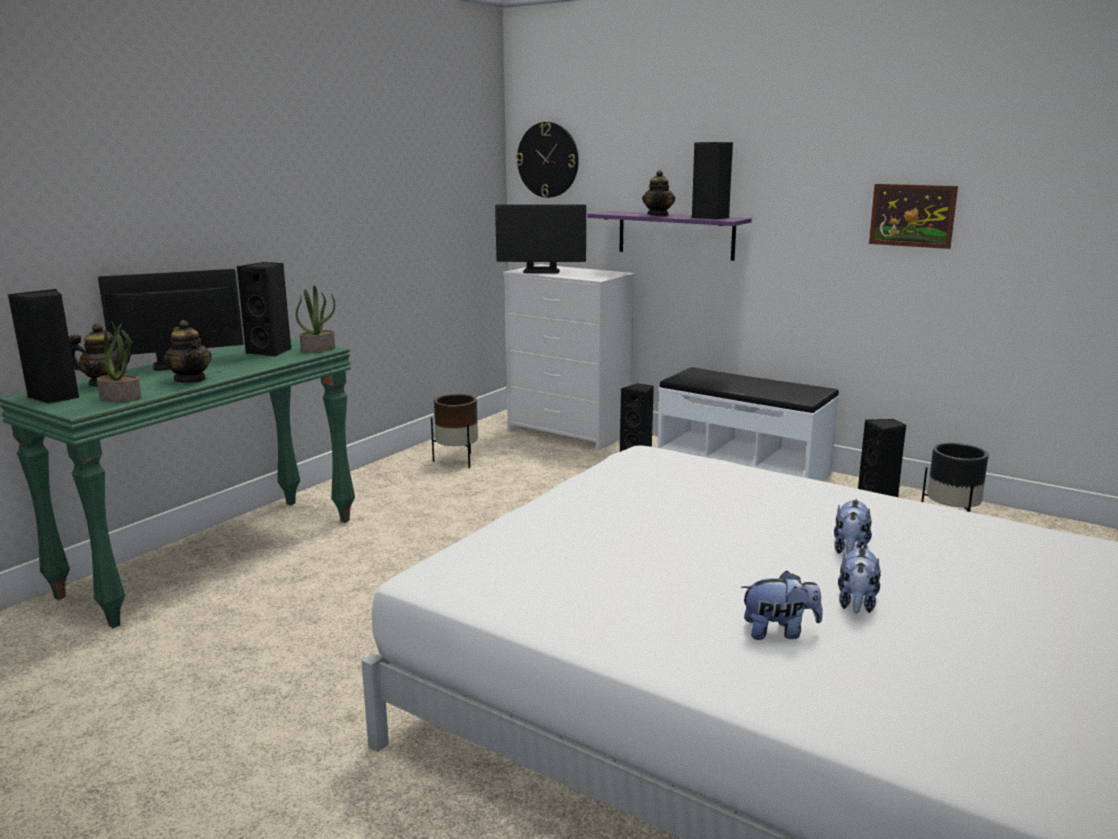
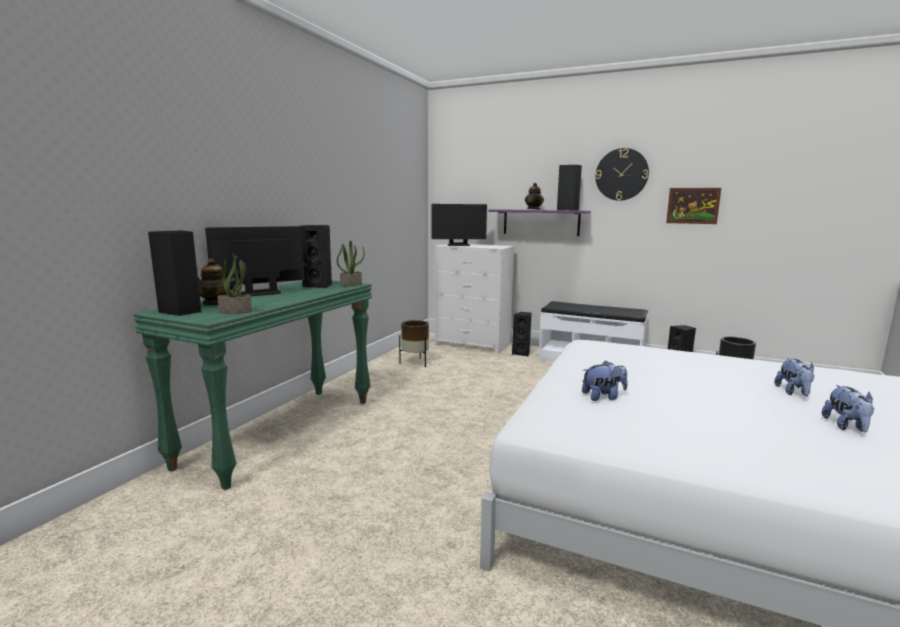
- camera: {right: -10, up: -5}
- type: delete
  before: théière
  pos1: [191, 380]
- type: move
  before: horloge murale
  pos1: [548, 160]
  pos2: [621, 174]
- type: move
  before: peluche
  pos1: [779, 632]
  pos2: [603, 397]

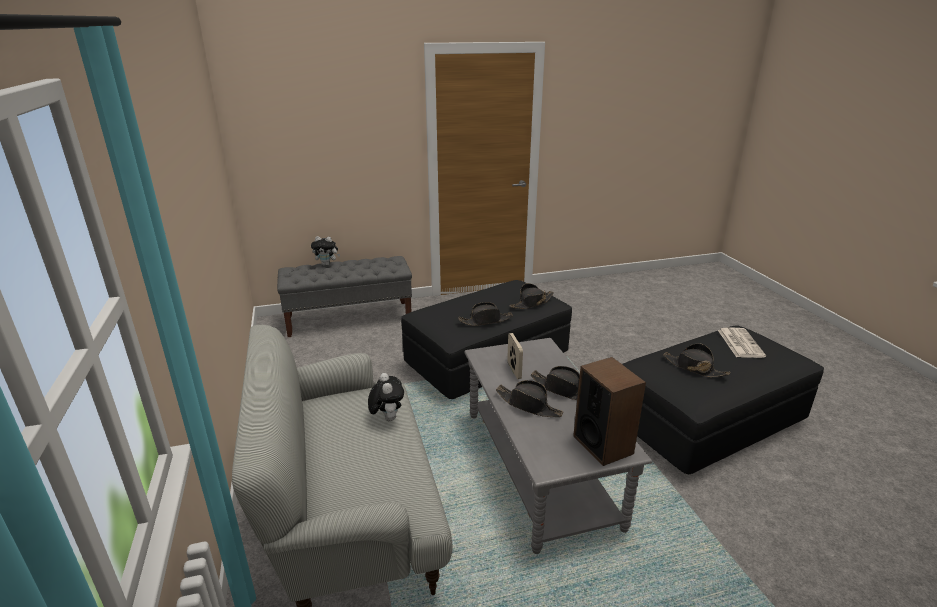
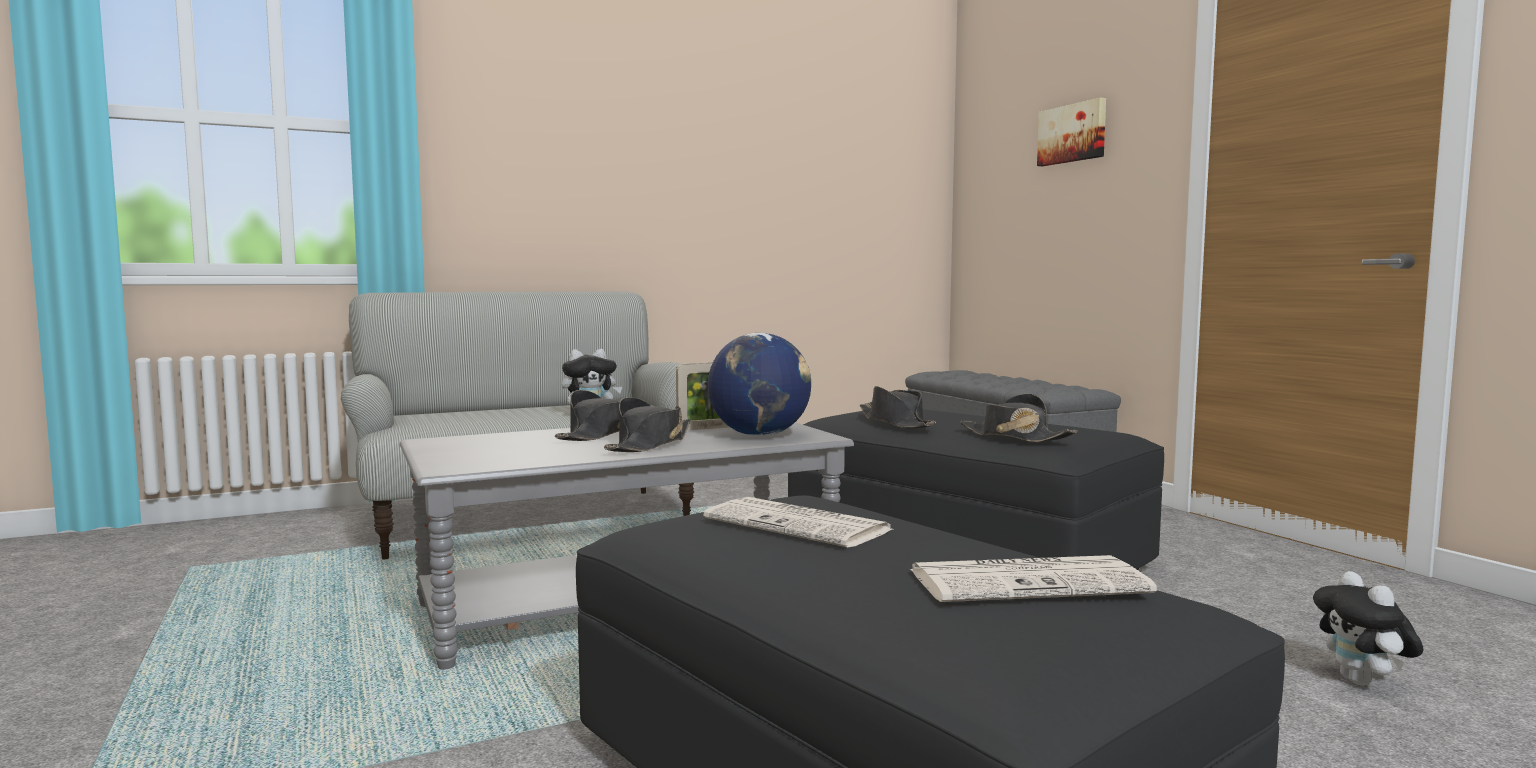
- camera: {right: 80, up: -20}
- type: move
  before: peluche
  pos1: [327, 264]
  pos2: [1363, 682]
- type: delete
  before: enceinte
  pos1: [603, 444]
- type: replace
  before: chapeau (noir)
  after: journal
  pos1: [694, 368]
  pos2: [800, 525]
- type: insert
  after: globe
  pos2: [760, 435]
- type: insert
  after: tableau
  pos2: [1073, 133]

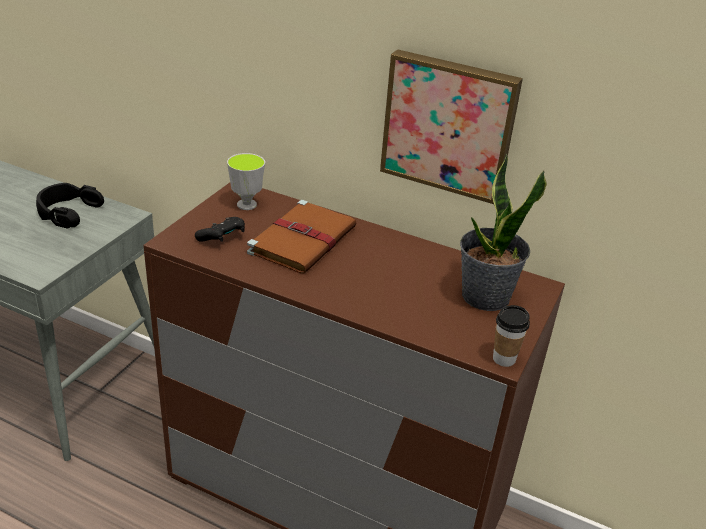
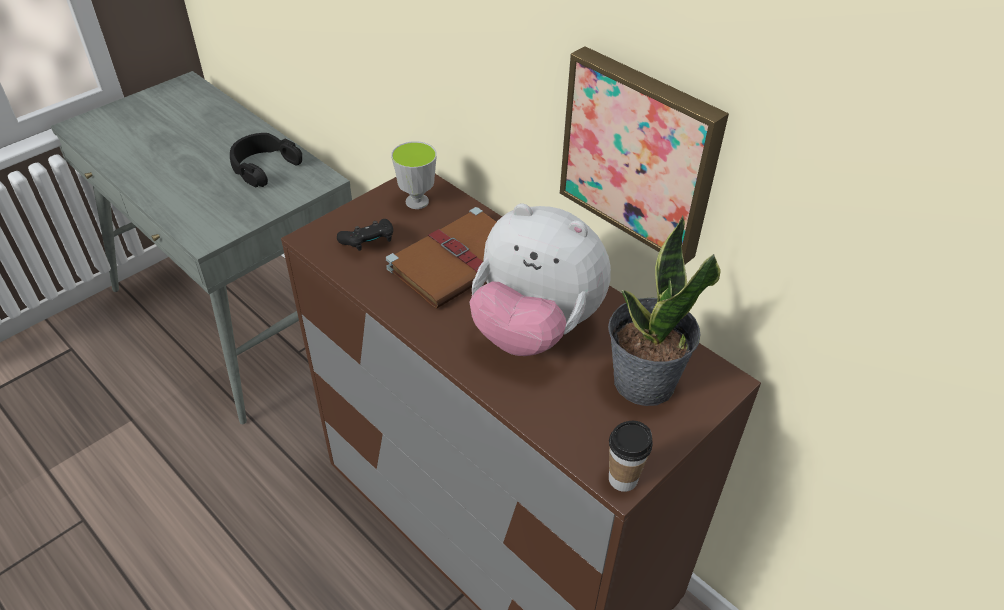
- camera: {right: 20, up: 10}
- type: insert
  after: peluche
  pos2: [534, 329]

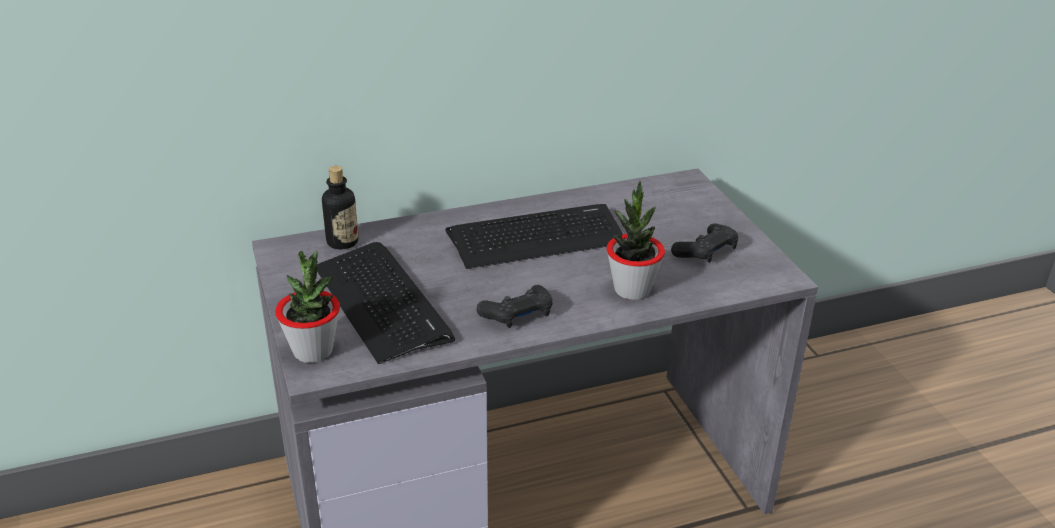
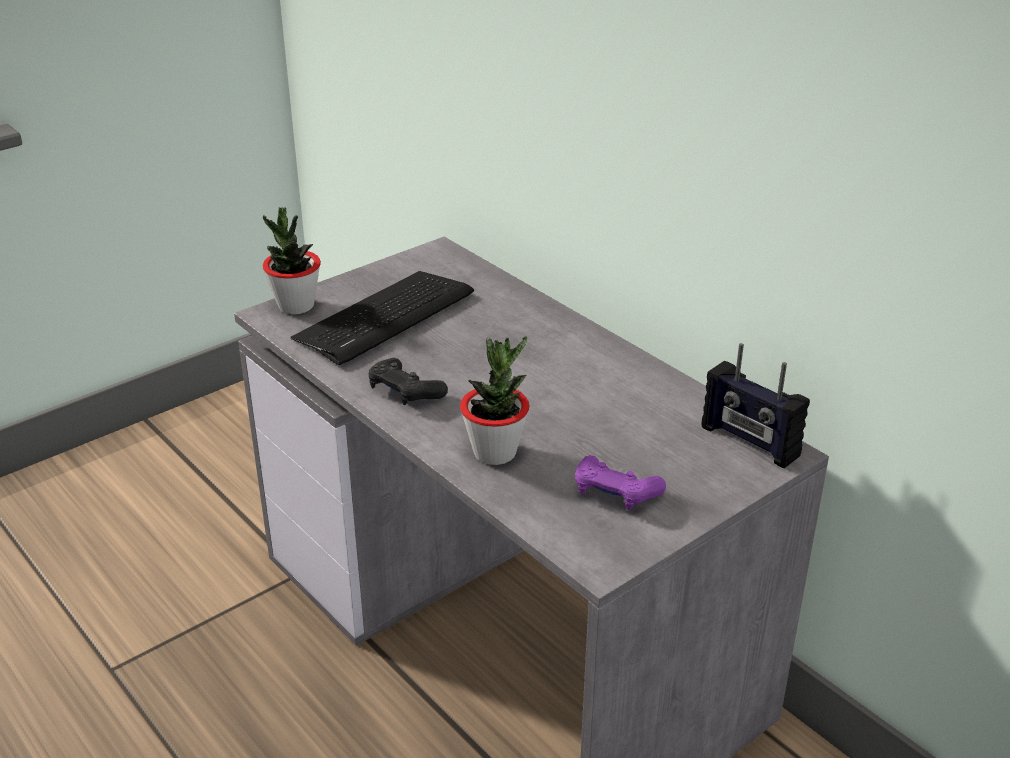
- camera: {right: 70, up: 0}
- type: delete
  before: bouteille
  pos1: [342, 242]
- type: delete
  before: clavier
  pos1: [537, 237]
- type: recolor
  before: manette (noir)
  after: manette (violet)
  pos1: [706, 252]
  pos2: [615, 493]
- type: insert
  after: radio
  pos2: [749, 442]

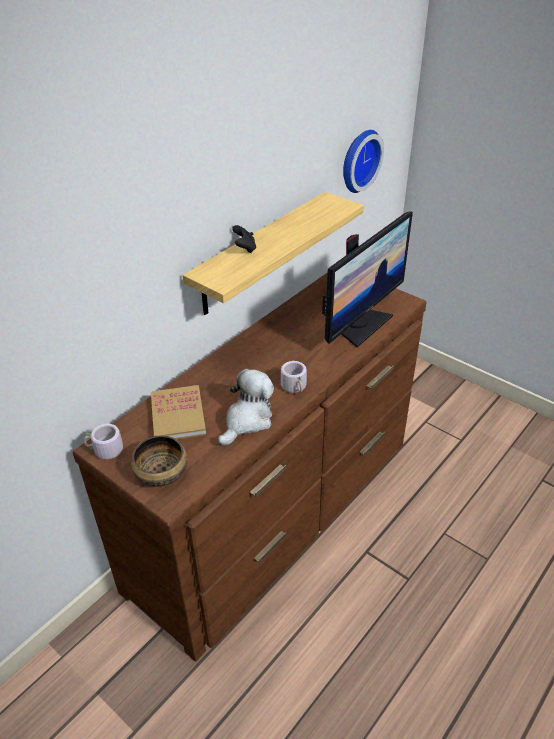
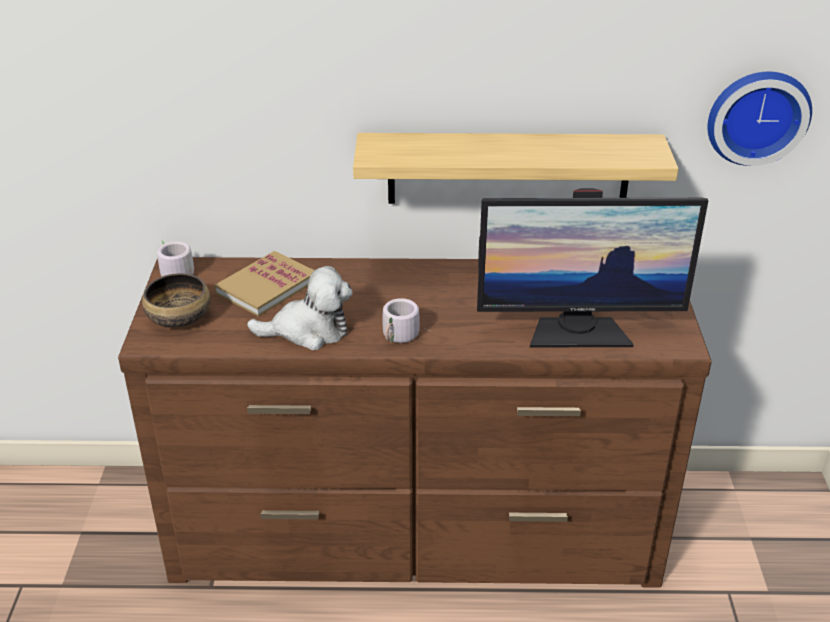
- camera: {right: 50, up: -5}
- type: delete
  before: manette (noir)
  pos1: [245, 248]

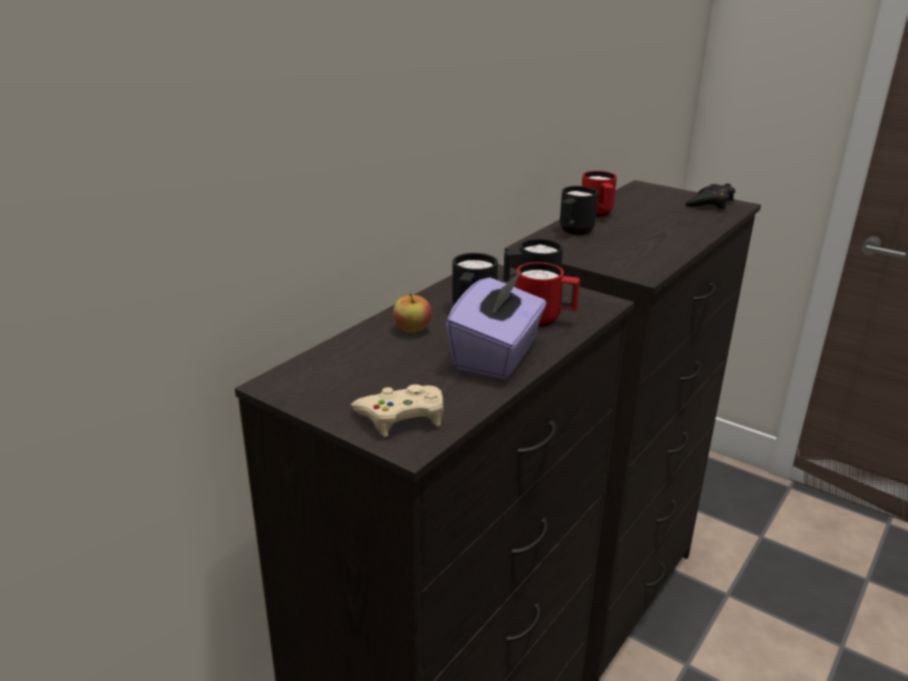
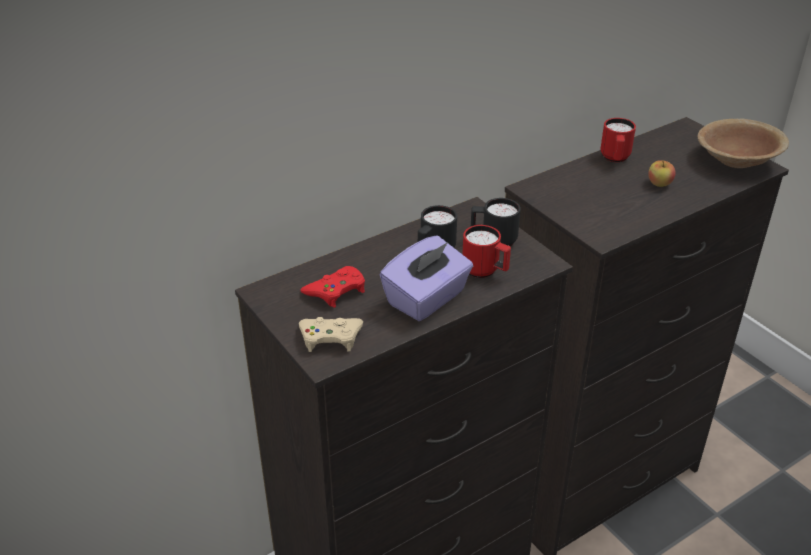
- camera: {right: 20, up: 10}
- type: move
  before: pomme
  pos1: [412, 329]
  pos2: [659, 184]
- type: delete
  before: mug (noir)
  pos1: [573, 232]
- type: replace
  before: manette (noir)
  after: bol (marron)
  pos1: [710, 203]
  pos2: [737, 160]
- type: insert
  after: manette (rouge)
  pos2: [336, 291]

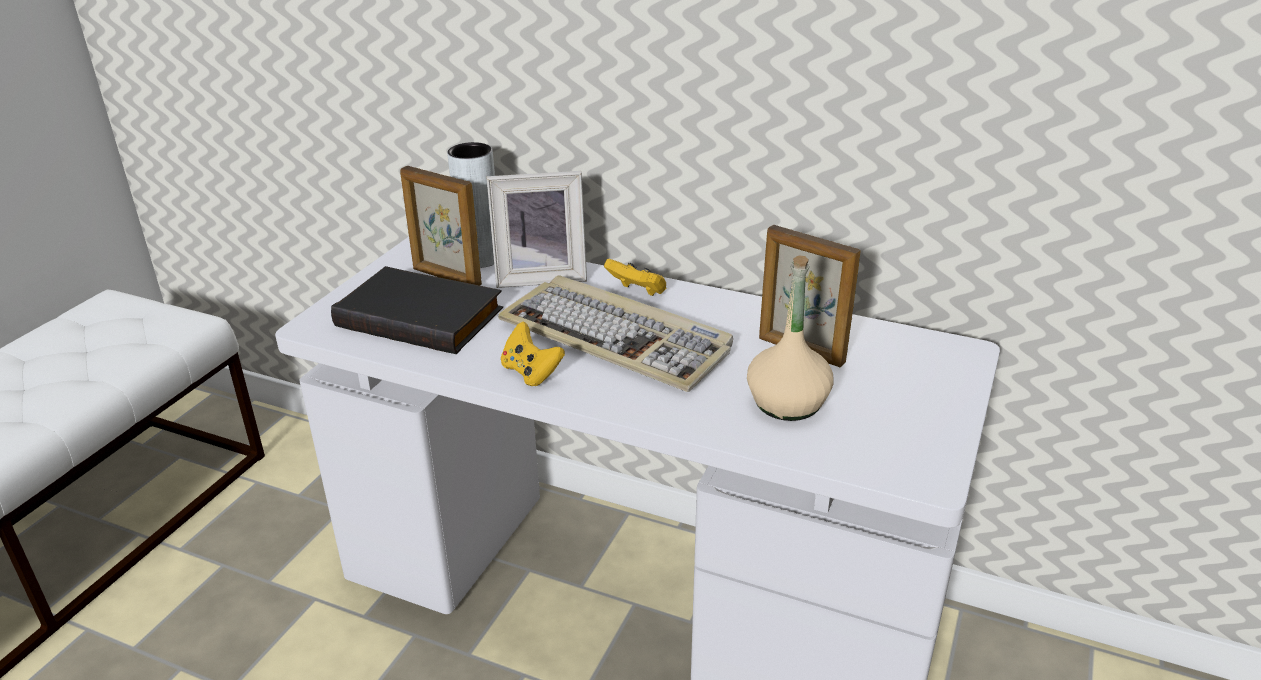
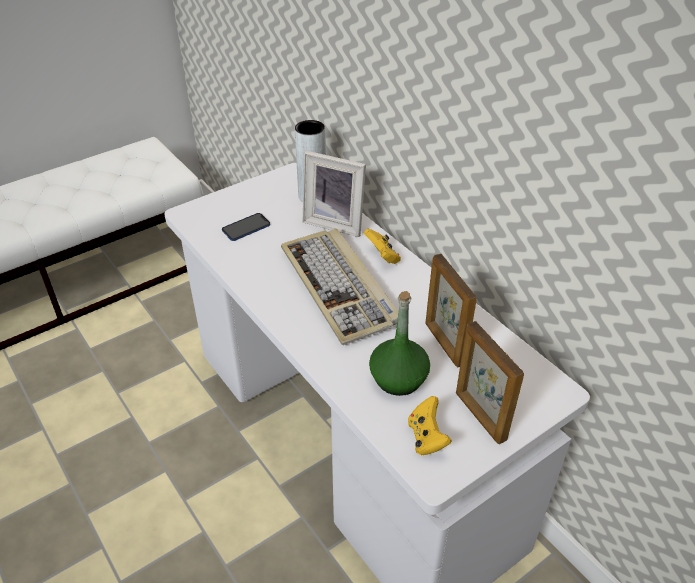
- camera: {right: 30, up: 10}
- type: replace
  before: livre (noir)
  after: téléphone
  pos1: [422, 316]
  pos2: [246, 228]
- type: move
  before: cadre photo
  pos1: [446, 277]
  pos2: [479, 416]
- type: move
  before: manette (jaune)
  pos1: [531, 372]
  pos2: [426, 437]
- type: recolor
  before: bouteille (beige)
  after: bouteille (vert)
  pos1: [787, 403]
  pos2: [398, 379]

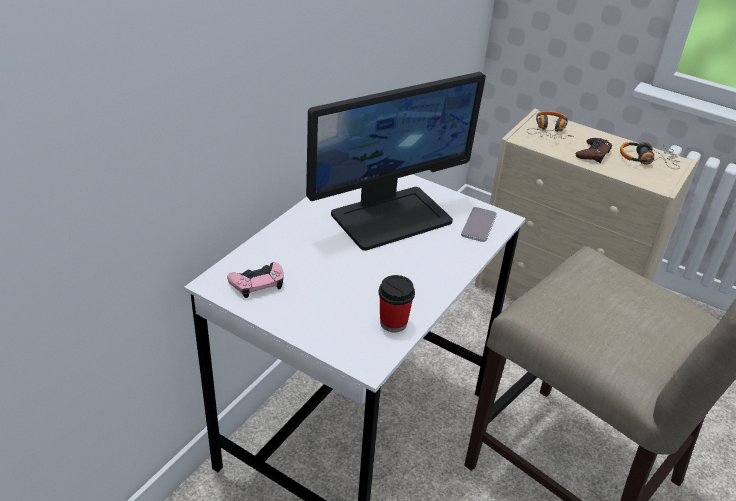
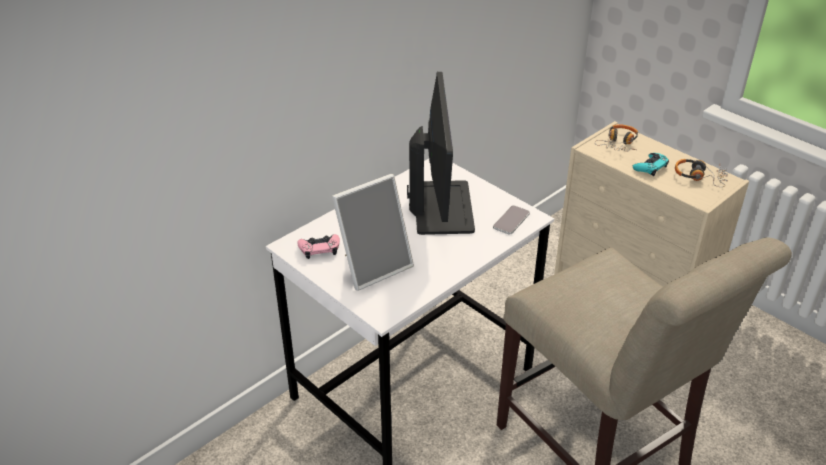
- camera: {right: 15, up: 0}
- type: rotate
  before: écran d'ordinateur
  pos1: [391, 216]
  pos2: [441, 207]
  turn: -75
- type: delete
  before: tasse
  pos1: [393, 323]
- type: recolor
  before: manette (marron)
  after: manette (turquoise)
  pos1: [593, 154]
  pos2: [650, 167]
- type: insert
  after: cadre photo
  pos2: [373, 266]

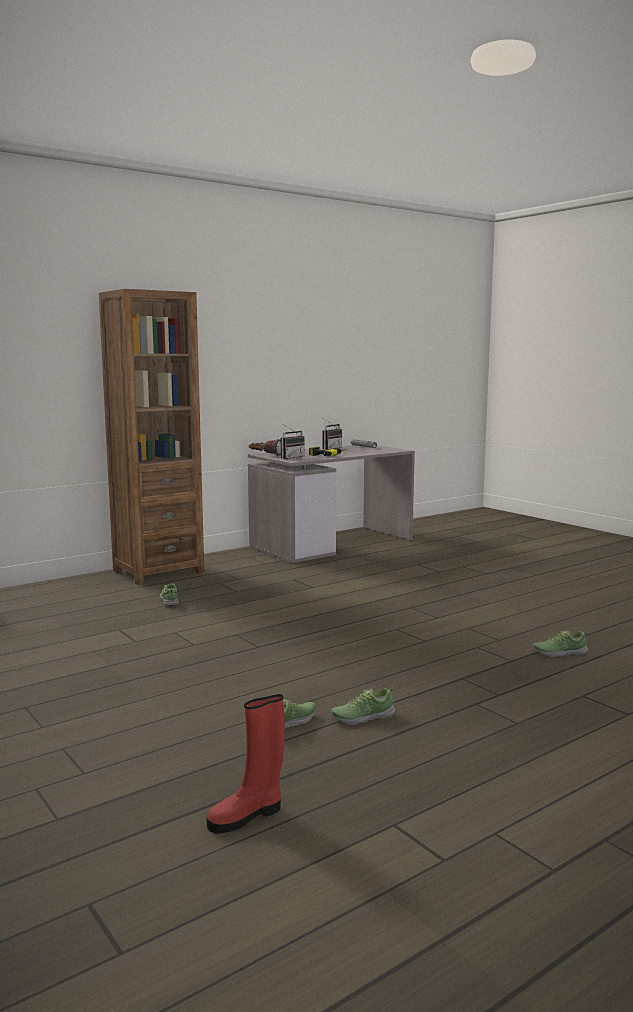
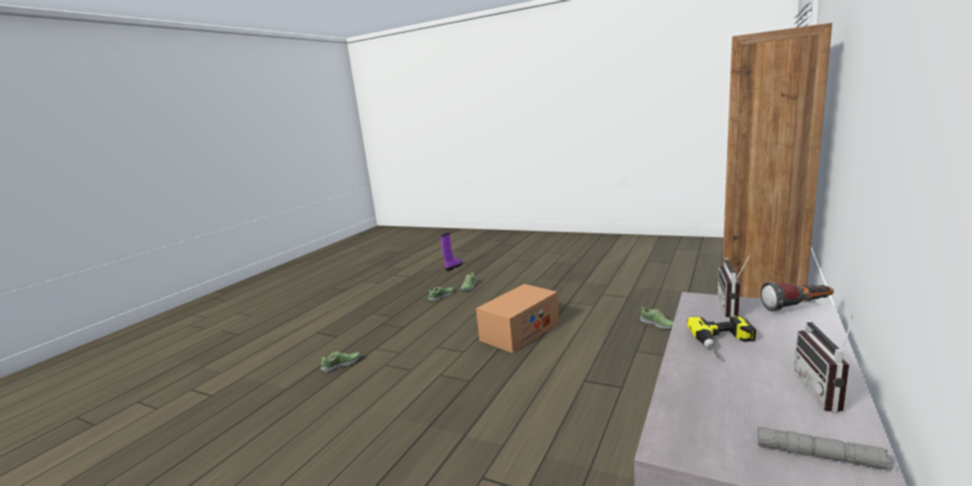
- camera: {right: 155, up: 5}
- type: recolor
  before: botte (rouge)
  after: botte (violet)
  pos1: [247, 816]
  pos2: [453, 267]
- type: insert
  after: carton
  pos2: [520, 331]

